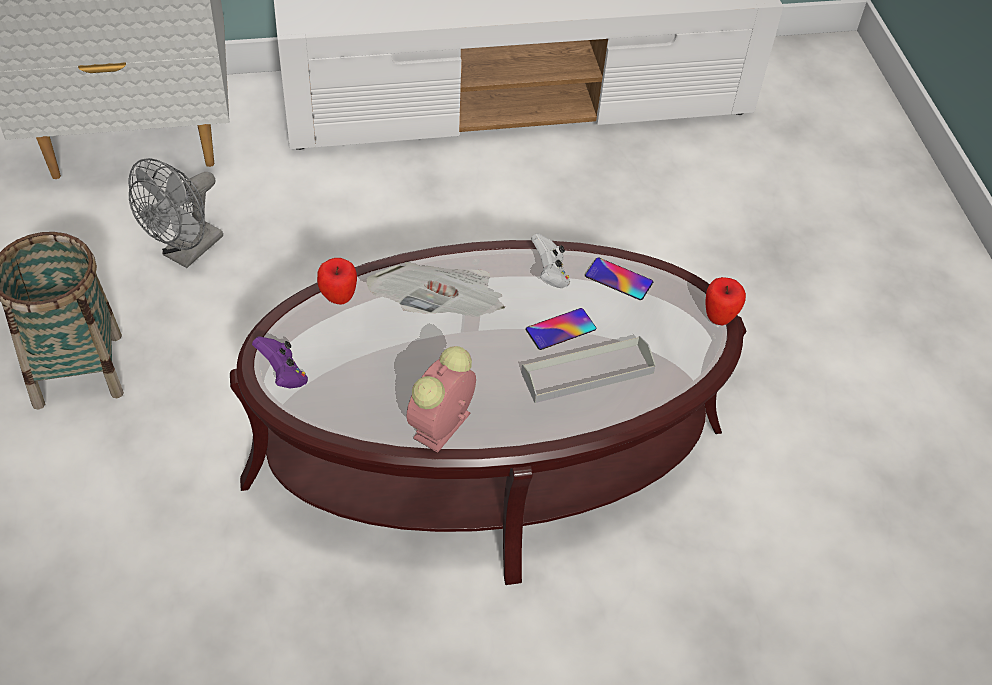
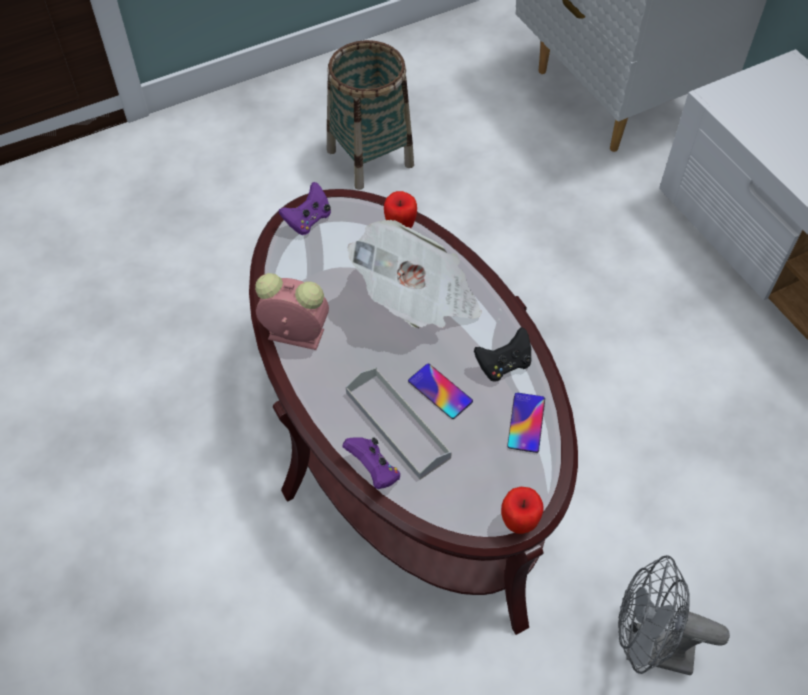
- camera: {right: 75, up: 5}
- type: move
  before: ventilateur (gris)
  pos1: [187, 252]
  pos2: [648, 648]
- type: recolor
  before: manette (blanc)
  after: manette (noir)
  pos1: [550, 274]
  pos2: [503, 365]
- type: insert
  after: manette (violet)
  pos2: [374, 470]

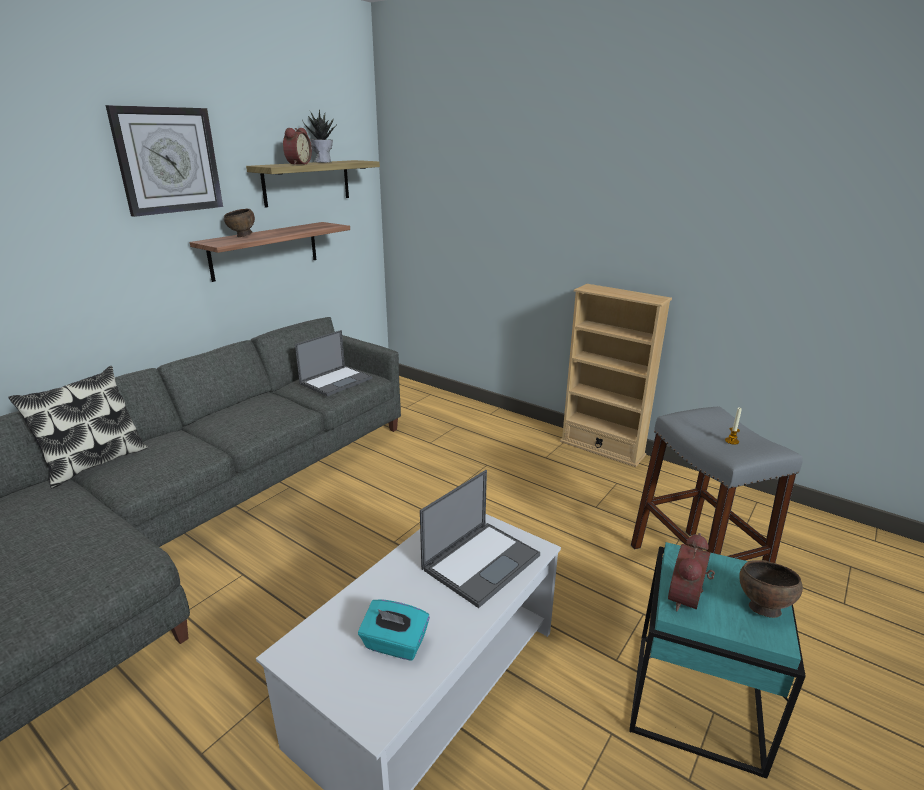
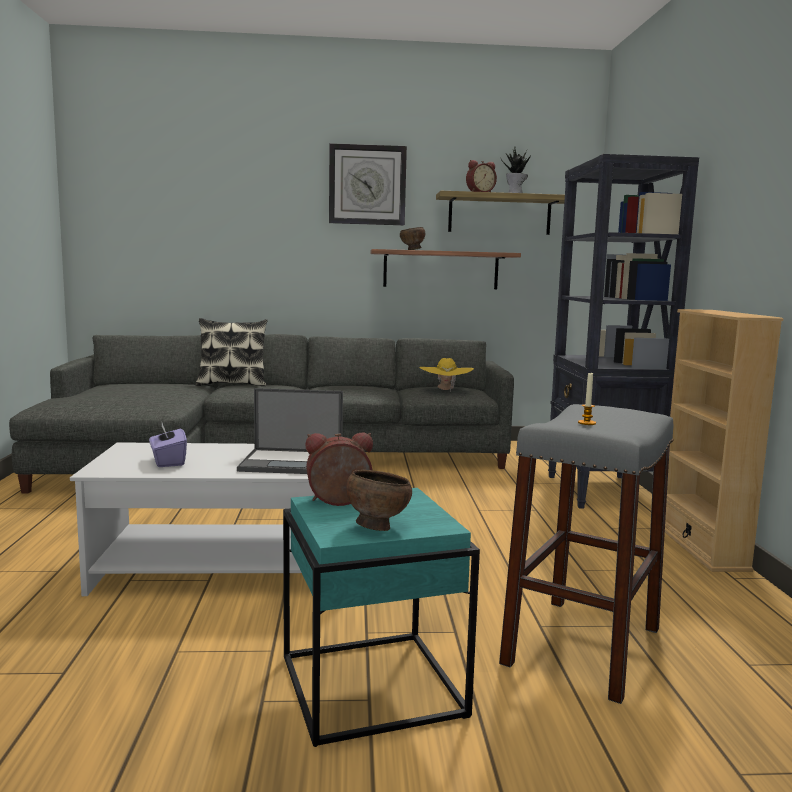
- camera: {right: 50, up: -15}
- type: replace
  before: ordinateur portable
  after: chapeau (jaune)
  pos1: [336, 381]
  pos2: [445, 390]
- type: recolor
  before: boîte à mouchoirs (turquoise)
  after: boîte à mouchoirs (violet)
  pos1: [394, 644]
  pos2: [168, 461]
- type: insert
  after: bibliothèque (noir)
  pos2: [601, 492]

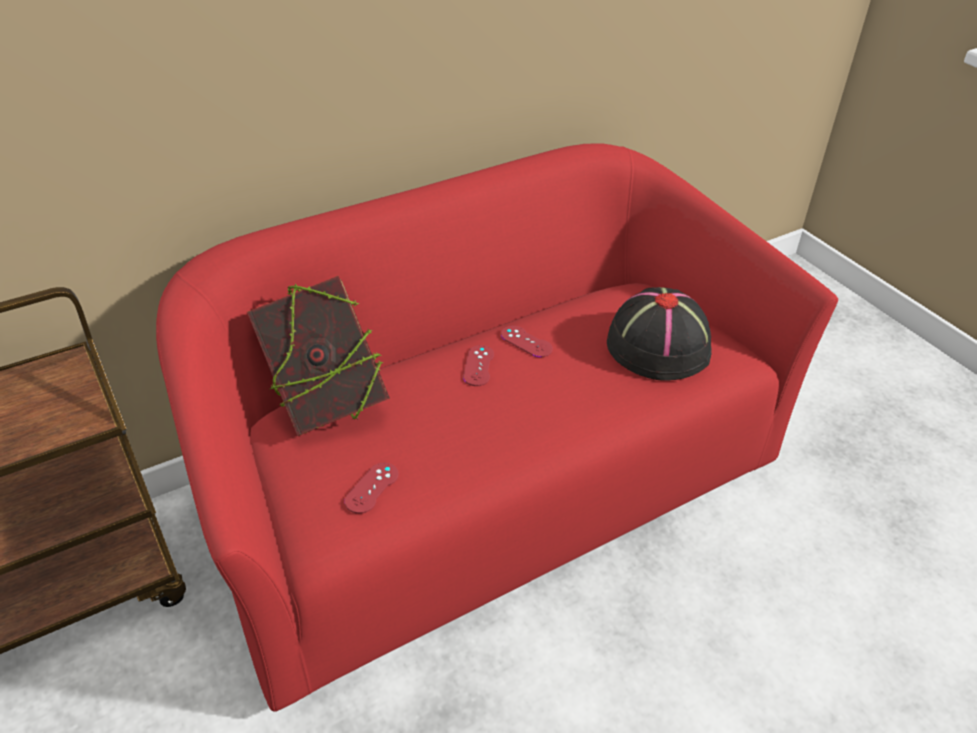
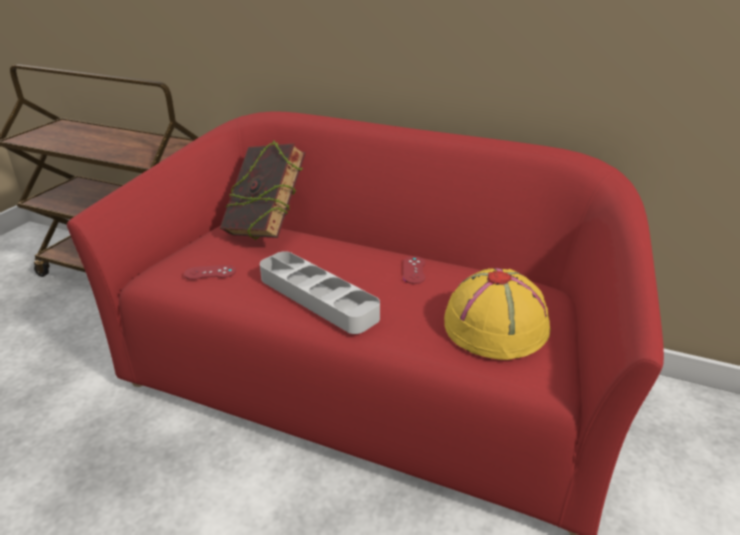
- camera: {right: 55, up: -10}
- type: delete
  before: manette (rouge)
  pos1: [478, 366]
- type: recolor
  before: chapeau (noir)
  after: chapeau (jaune)
  pos1: [658, 345]
  pos2: [496, 326]
- type: insert
  after: plateau (gris)
  pos2: [317, 297]

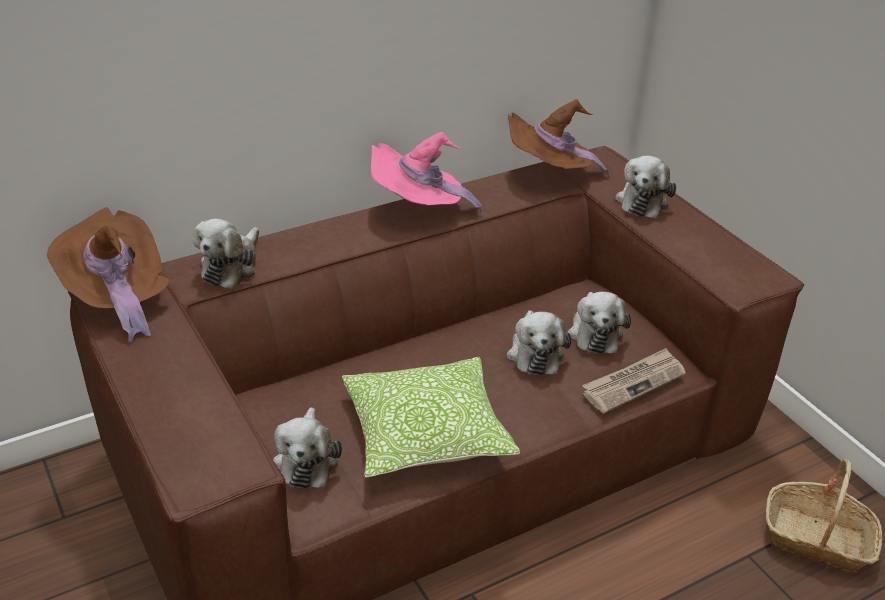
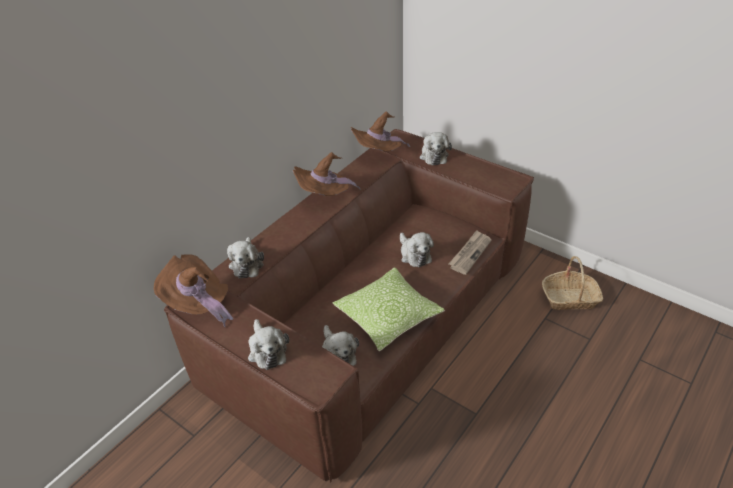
- camera: {right: -20, up: 5}
- type: recolor
  before: chapeau (rose)
  after: chapeau (marron)
  pos1: [419, 209]
  pos2: [325, 197]
- type: move
  before: peluche
  pos1: [594, 333]
  pos2: [267, 350]

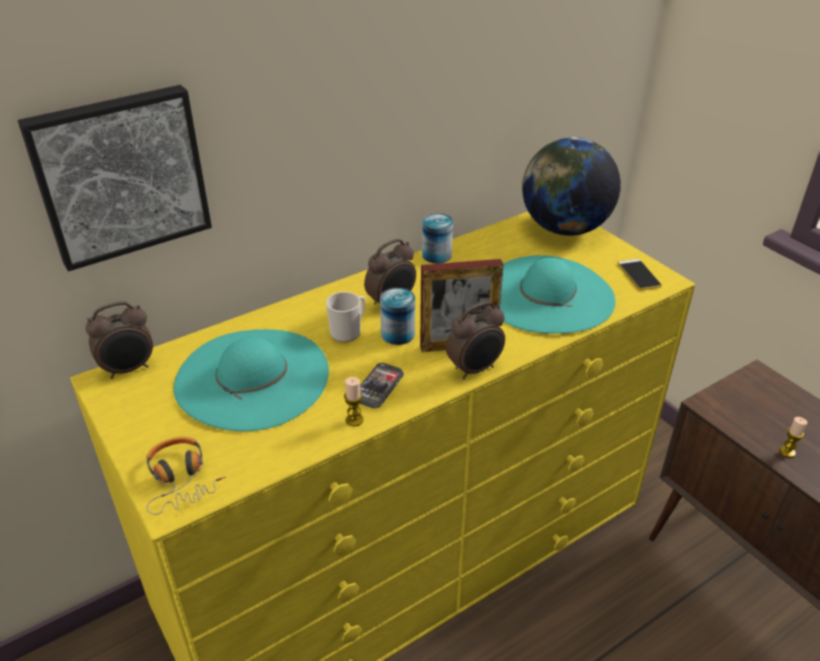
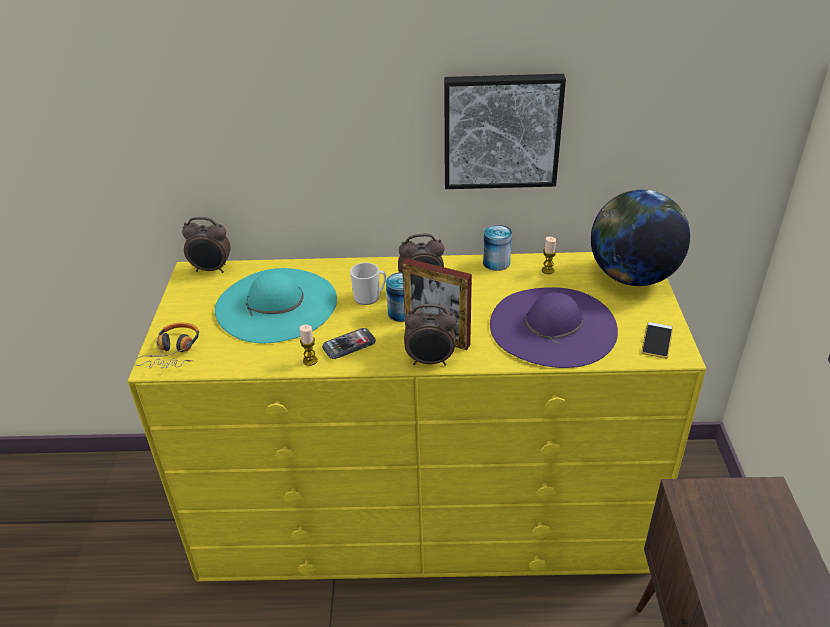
- camera: {right: 35, up: 0}
- type: move
  before: tableau
  pos1: [120, 175]
  pos2: [501, 130]
- type: recolor
  before: chapeau (turquoise)
  after: chapeau (violet)
  pos1: [546, 294]
  pos2: [553, 326]
- type: move
  before: bougie
  pos1: [787, 452]
  pos2: [547, 270]

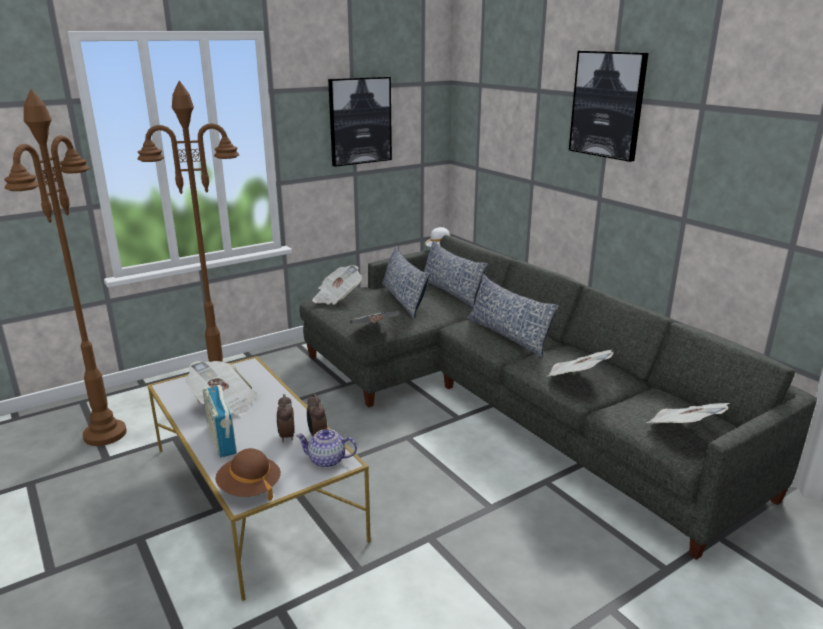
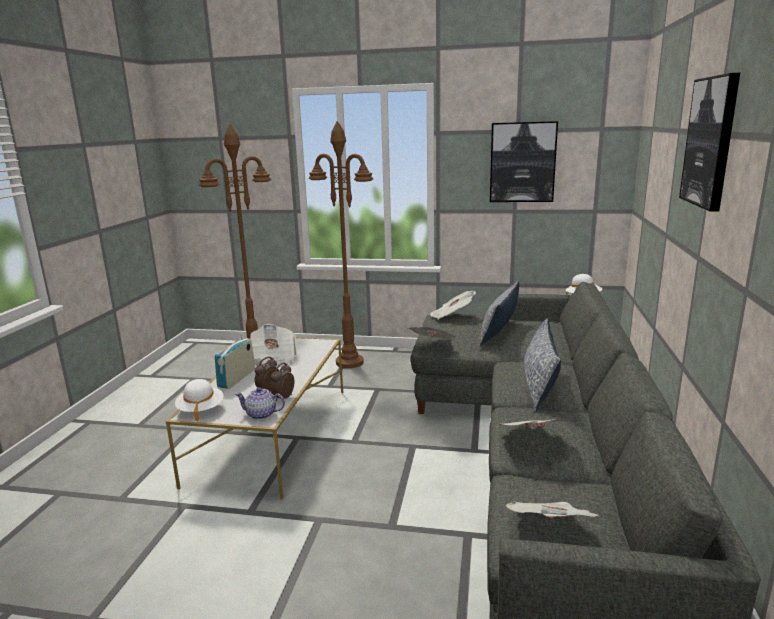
- camera: {right: 45, up: -5}
- type: recolor
  before: chapeau (marron)
  after: chapeau (blanc)
  pos1: [249, 488]
  pos2: [200, 409]
- type: rotate
  before: théière
  pos1: [327, 460]
  pos2: [261, 415]
  turn: -45
- type: delete
  before: coussin
  pos1: [450, 291]

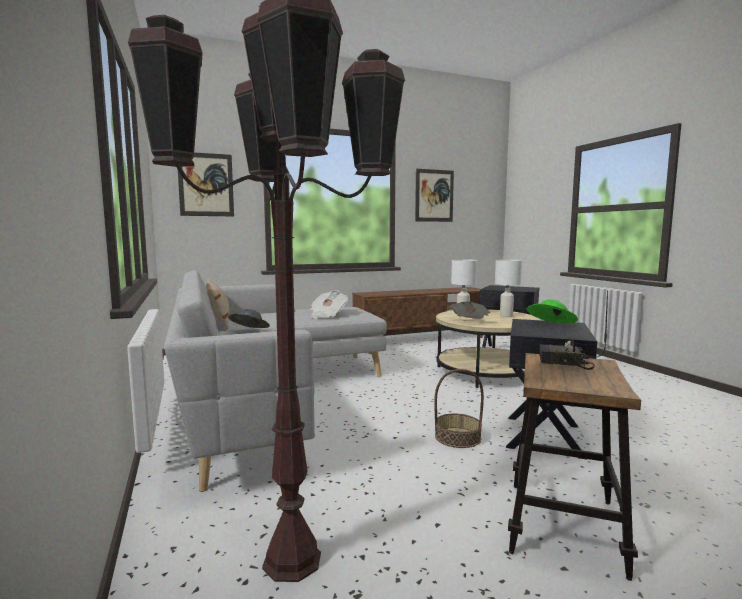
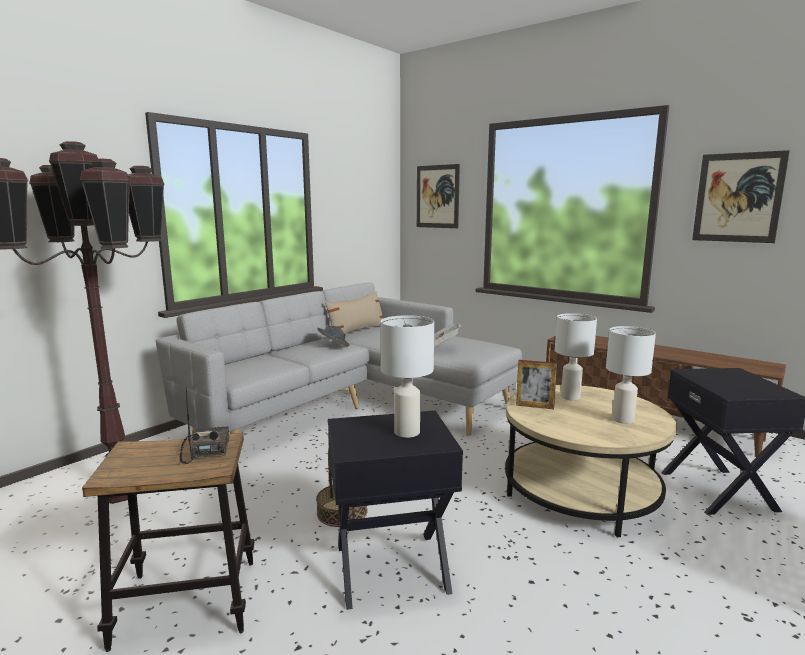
- camera: {right: 60, up: 5}
- type: replace
  before: journal
  after: cadre photo
  pos1: [470, 321]
  pos2: [534, 406]
- type: replace
  before: chapeau (vert)
  after: lampe de table (blanc)
  pos1: [550, 326]
  pos2: [407, 432]

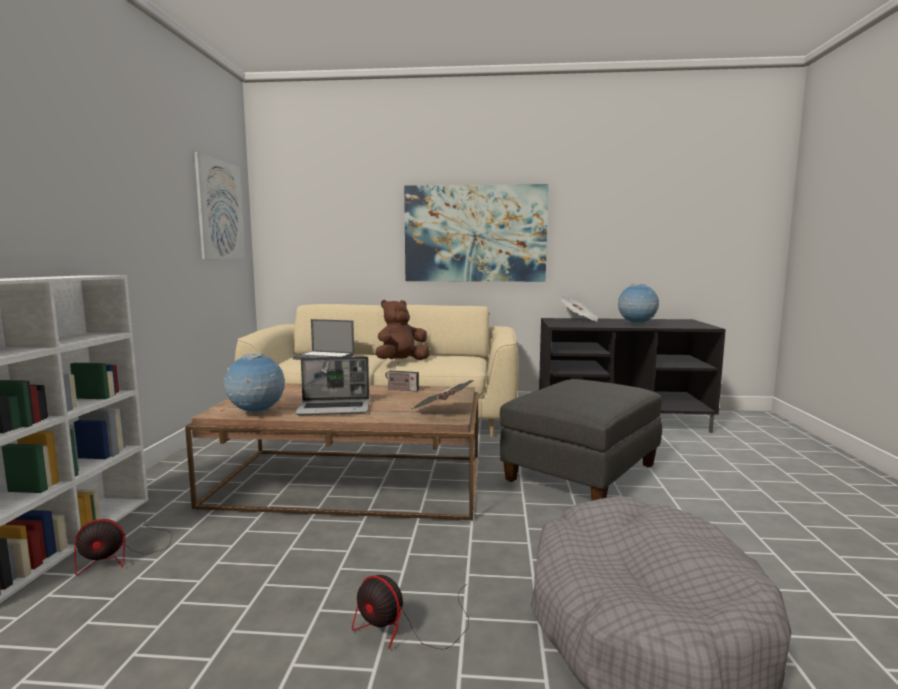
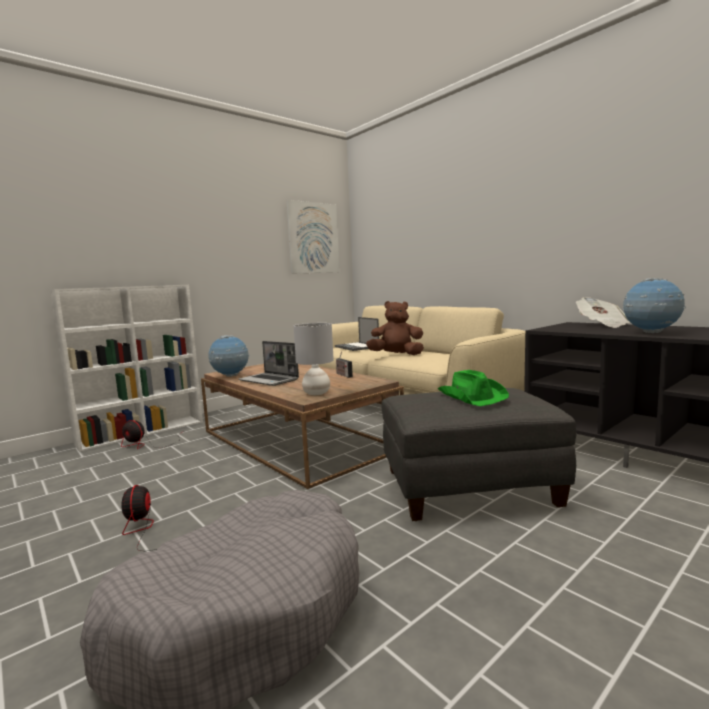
- camera: {right: 45, up: 0}
- type: delete
  before: tableau
  pos1: [475, 234]
- type: replace
  before: journal
  after: lampe de table (gris)
  pos1: [442, 411]
  pos2: [316, 393]
- type: insert
  after: chapeau (vert)
  pos2: [472, 396]

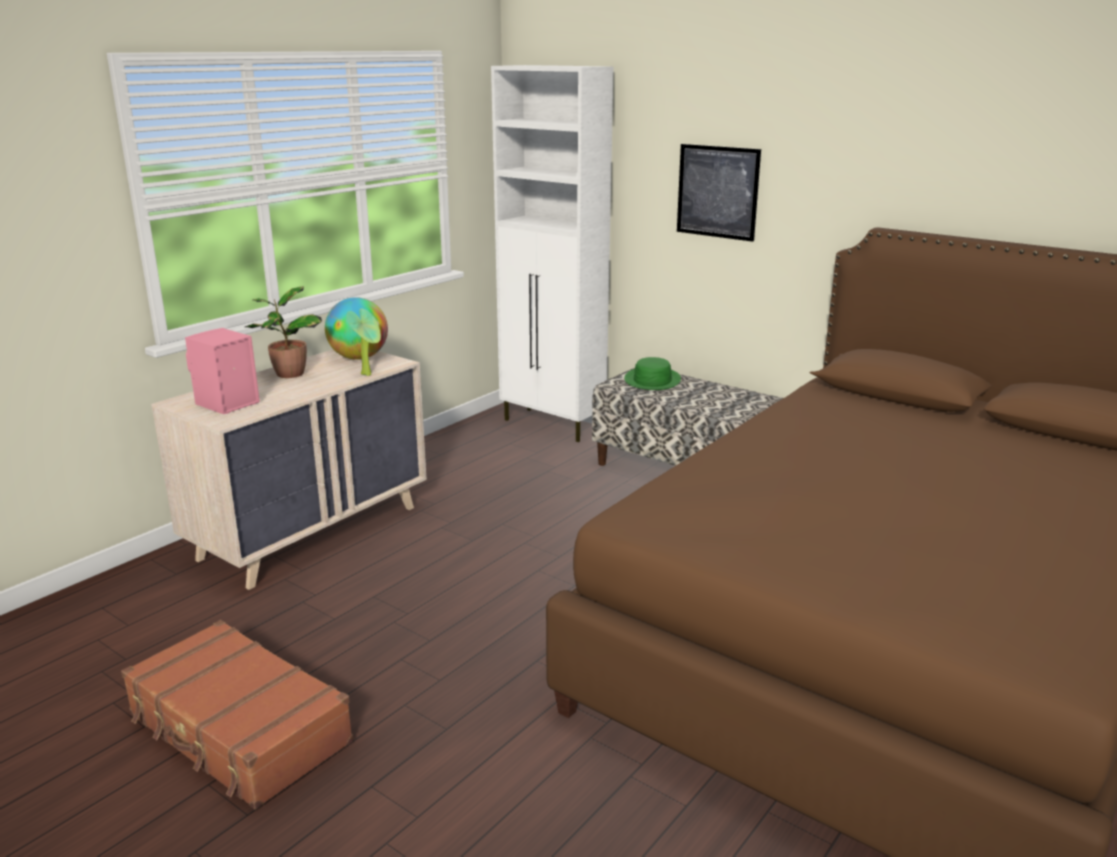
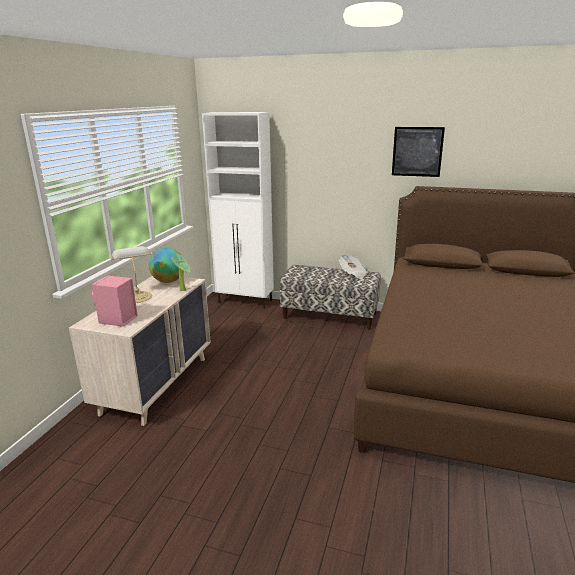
- camera: {right: -20, up: 0}
- type: delete
  before: valise (marron)
  pos1: [238, 730]
- type: replace
  before: plante en pot
  after: lampe de table
  pos1: [288, 374]
  pos2: [137, 296]
- type: delete
  before: chapeau (vert)
  pos1: [652, 380]
- type: move
  before: tableau
  pos1: [717, 192]
  pos2: [417, 151]
- type: insert
  after: journal
  pos2: [353, 274]

